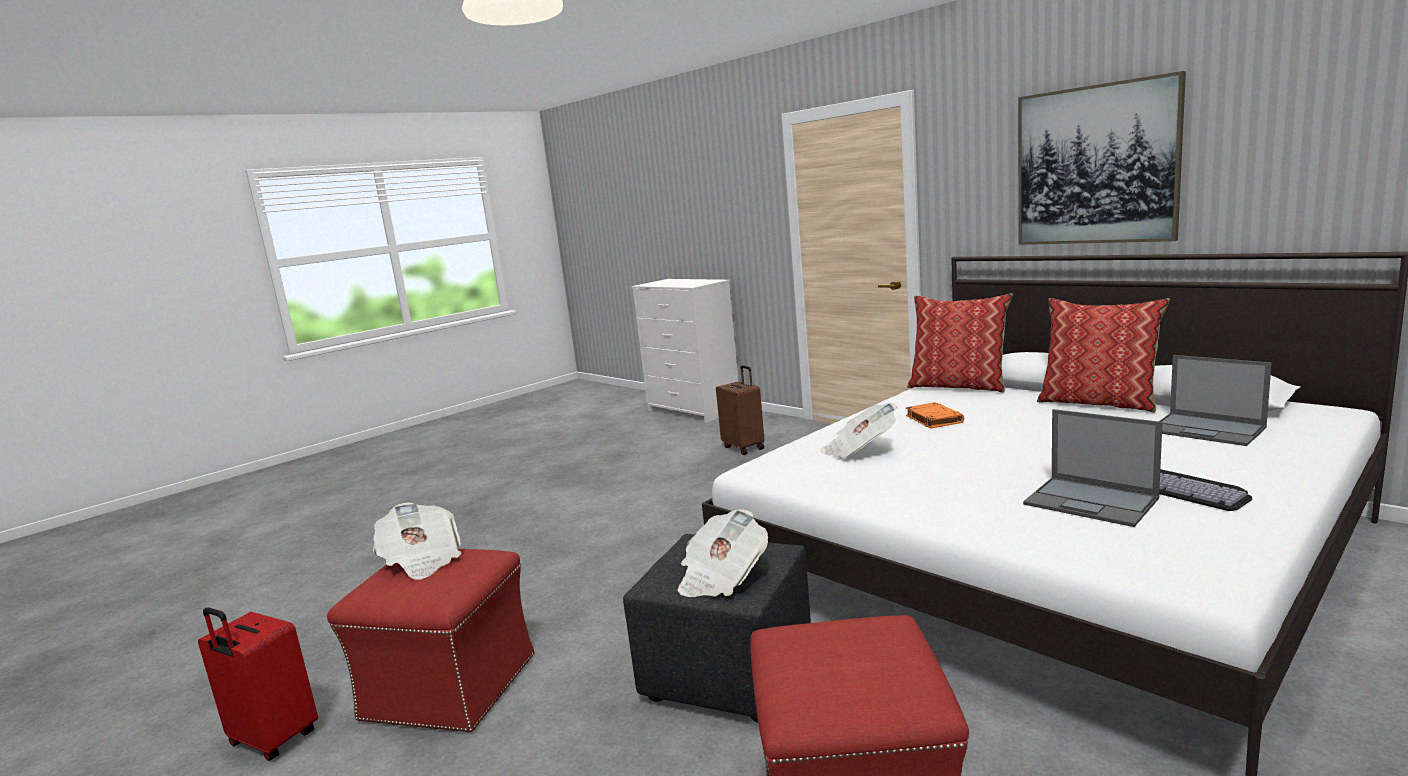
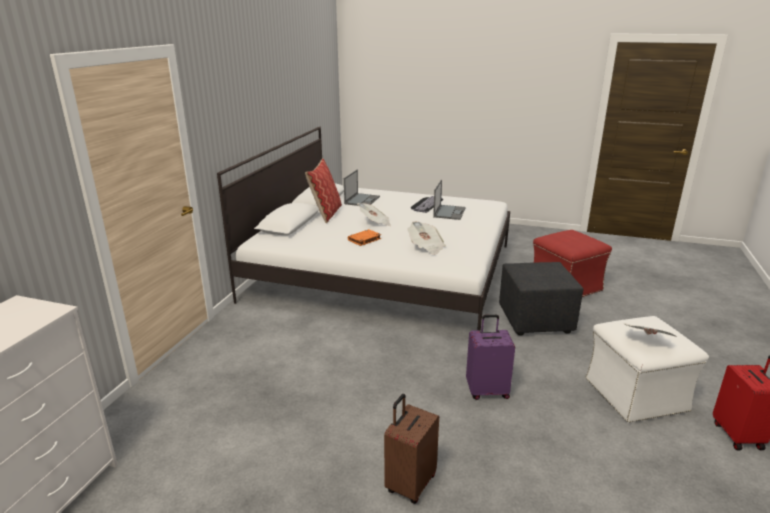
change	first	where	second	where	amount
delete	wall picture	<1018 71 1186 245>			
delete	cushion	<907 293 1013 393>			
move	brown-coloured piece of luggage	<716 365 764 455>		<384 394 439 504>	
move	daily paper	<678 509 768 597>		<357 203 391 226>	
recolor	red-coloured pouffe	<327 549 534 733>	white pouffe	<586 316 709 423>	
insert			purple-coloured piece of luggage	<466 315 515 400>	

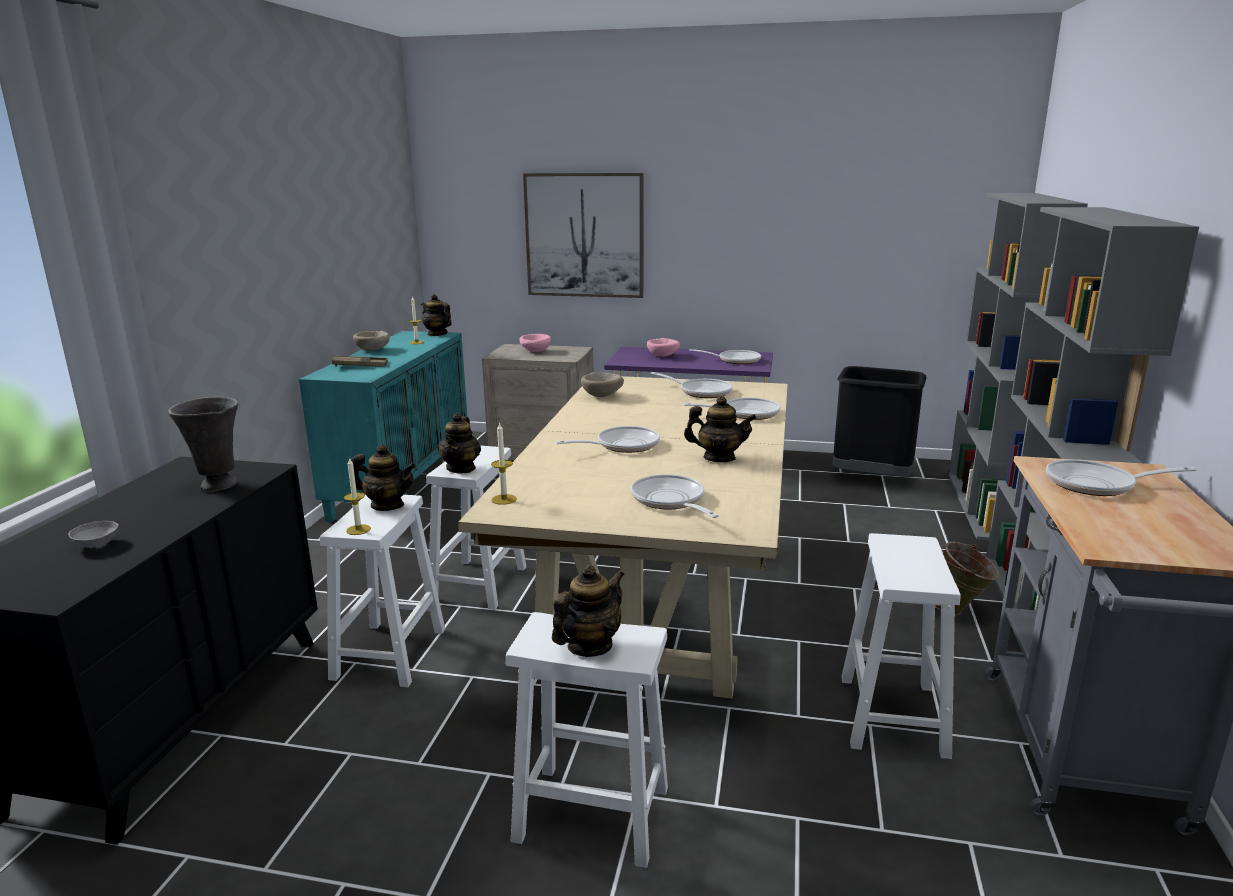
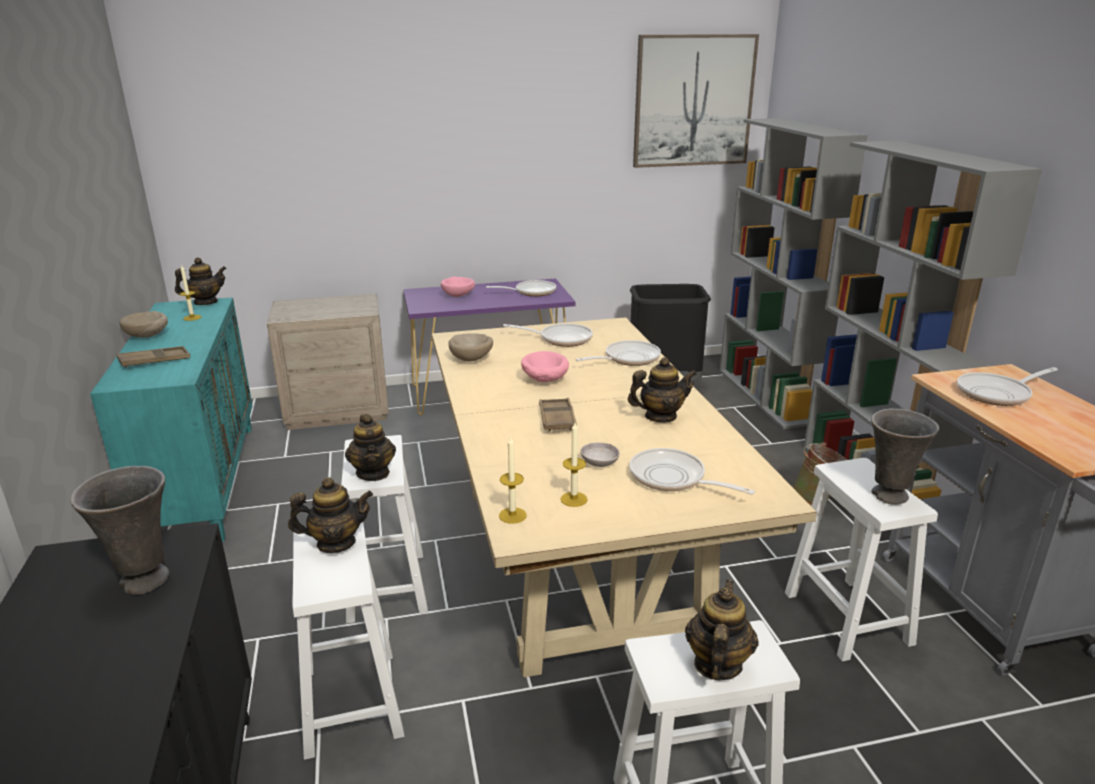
change	first	where	second	where	amount
move	wall picture	<523 173 644 298>		<633 34 759 168>	
rotate	teapot	<421 294 452 336>		<175 258 227 305>	135 degrees clockwise
move	pinkish bowl	<519 334 551 352>		<521 351 569 382>	
replace	skillet	<555 426 660 453>	brown-coloured carrying tray	<539 398 577 431>	
move	wax candle	<344 457 371 535>		<561 423 588 507>	
move	gray bowl	<68 521 119 548>		<580 443 620 467>	
insert			gray decorative vase	<871 409 939 505>	

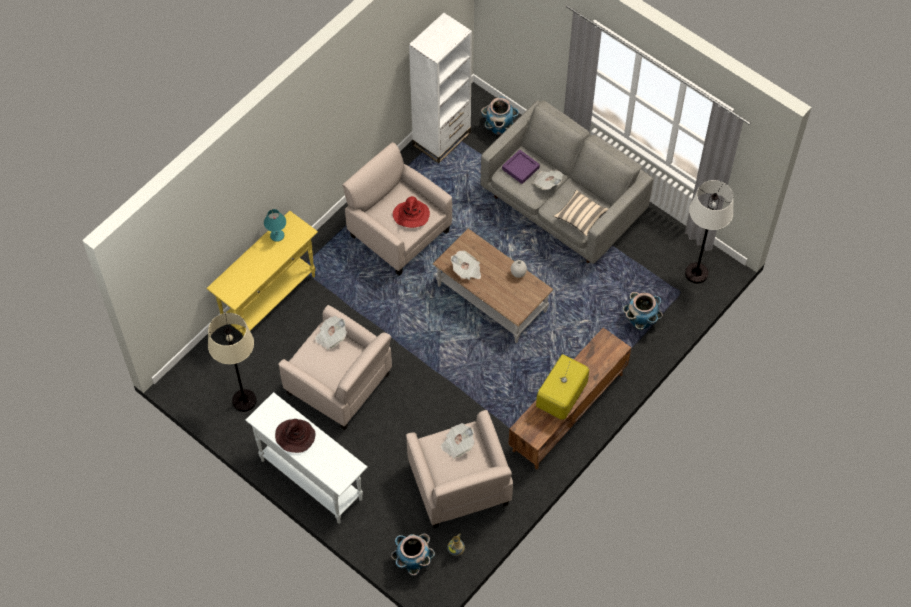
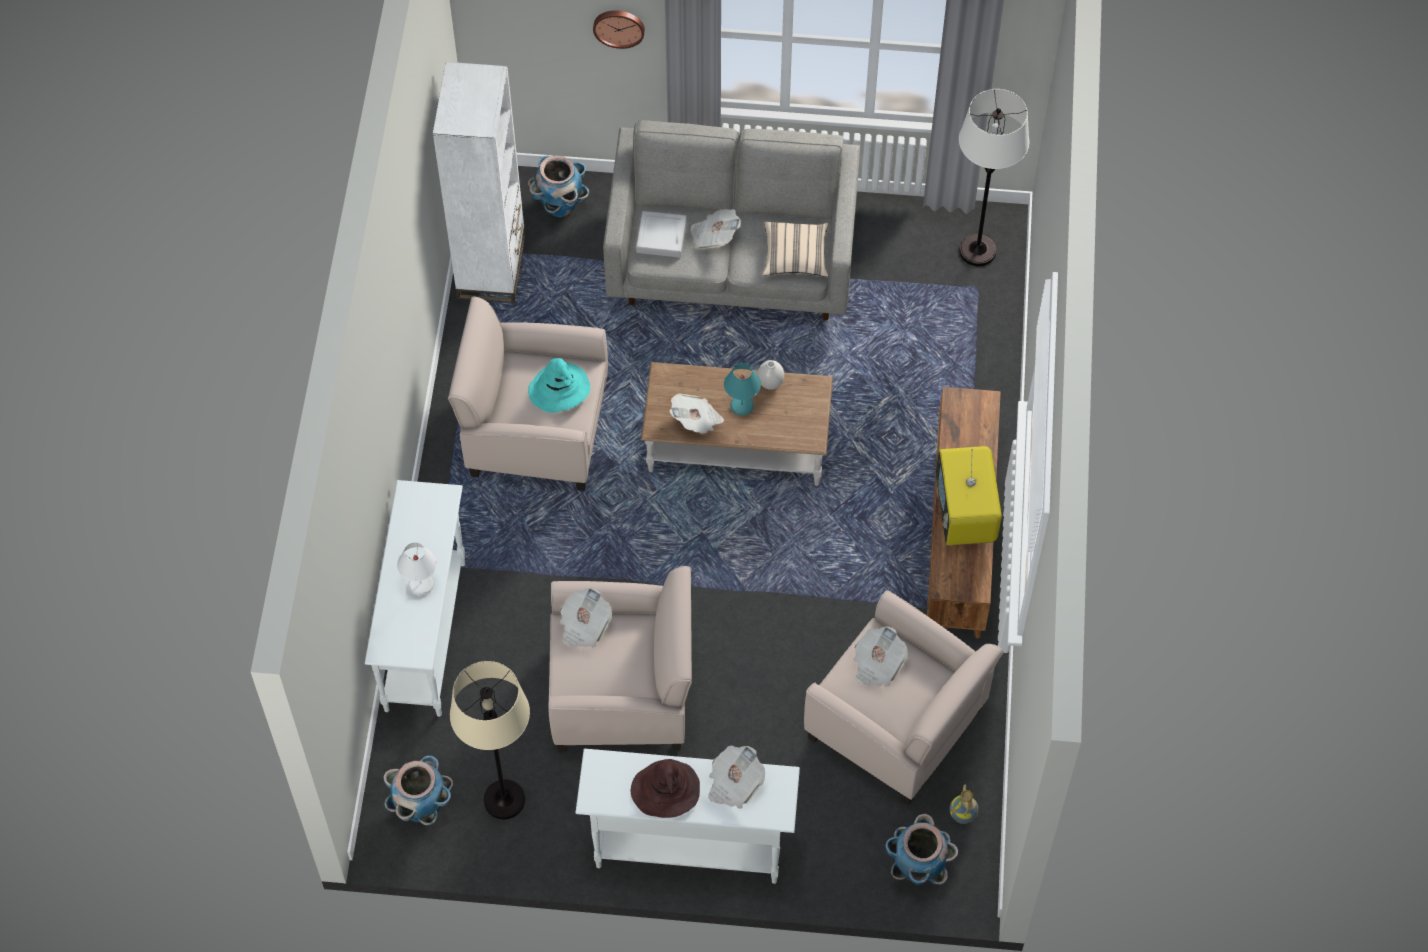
change	first	where	second	where	amount
recolor	purple-coloured carrying tray	<502 150 540 184>	gray carrying tray	<636 211 687 258>	
recolor	red-coloured clothing hat	<393 196 430 228>	turquoise-coloured clothing hat	<528 358 590 413>	
move	turquoise-coloured tabletop lamp	<264 209 286 242>		<724 363 761 416>	
recolor	yellow hall table	<206 211 318 337>	white hall table	<365 480 466 717>	
move	flower pot	<623 292 663 330>		<383 755 453 825>	
insert			clock on the wall	<593 11 645 49>	
insert			white tabletop lamp	<397 542 437 595>	
insert			daily paper	<708 745 765 809>	

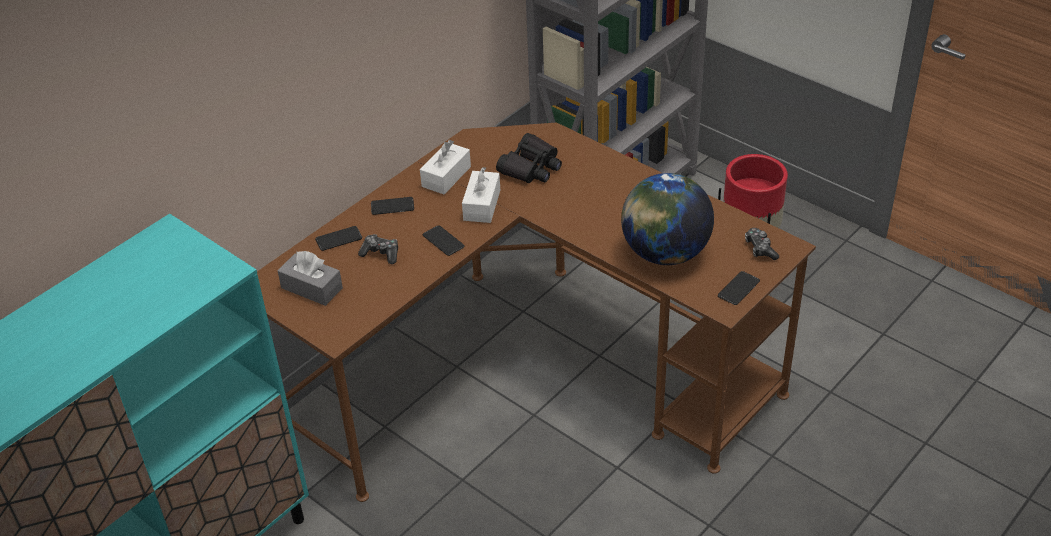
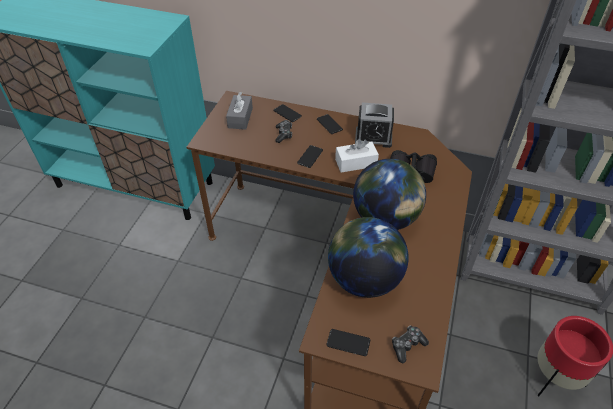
change	first	where	second	where	amount
replace	white tissue box	<420 140 471 194>	alarm clock	<355 103 394 148>	
insert			world globe	<353 159 426 230>	

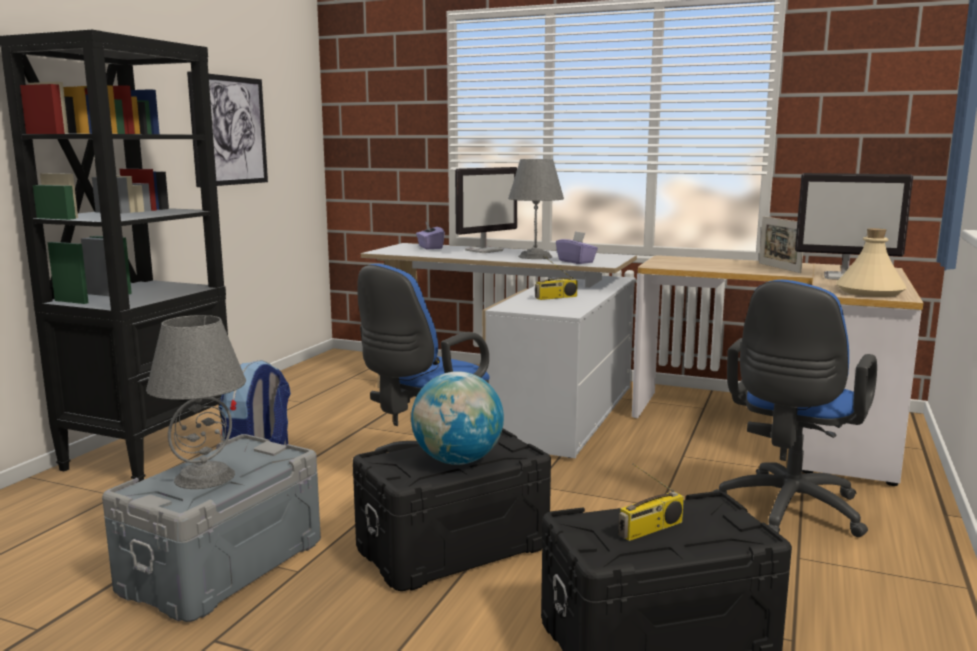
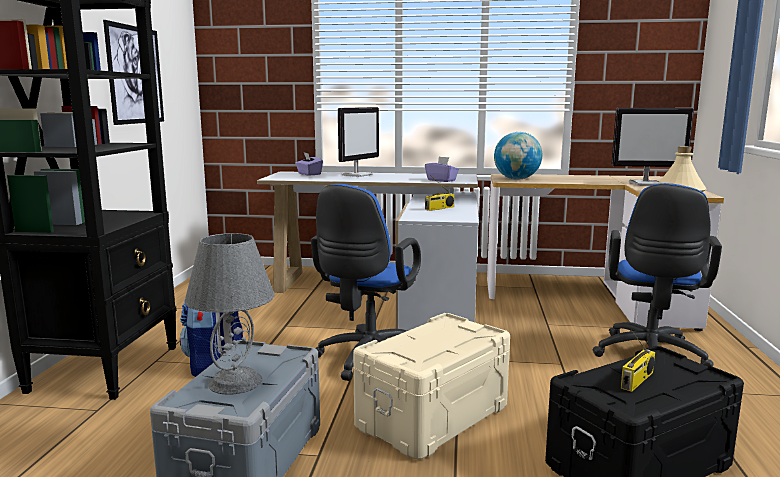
change	first	where	second	where	amount
delete	gray tabletop lamp	<508 159 564 259>			
delete	picture frame	<759 216 803 273>			
move	world globe	<411 371 504 465>		<494 132 542 180>	
recolor	black storage box	<353 429 551 591>	beige storage box	<353 313 510 459>	

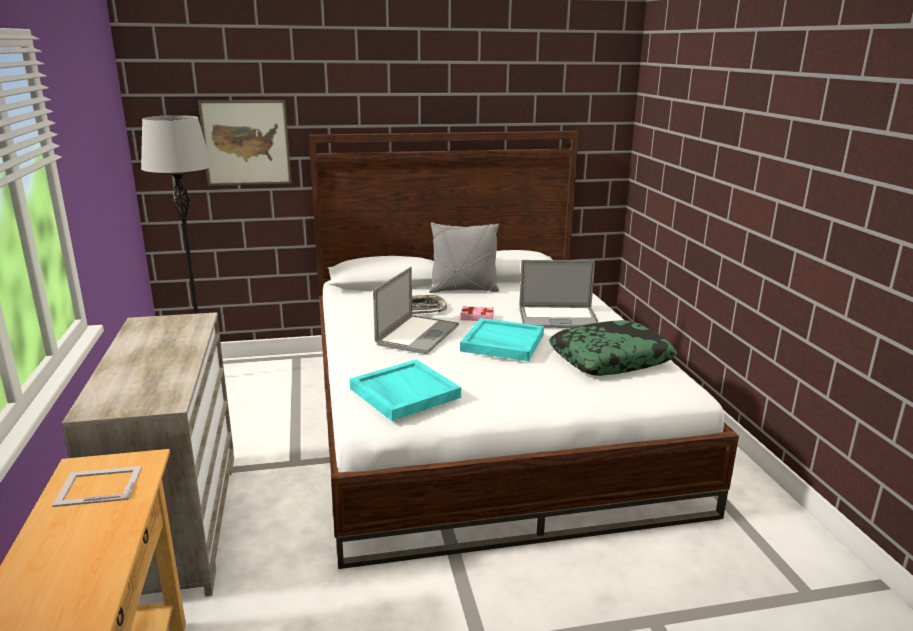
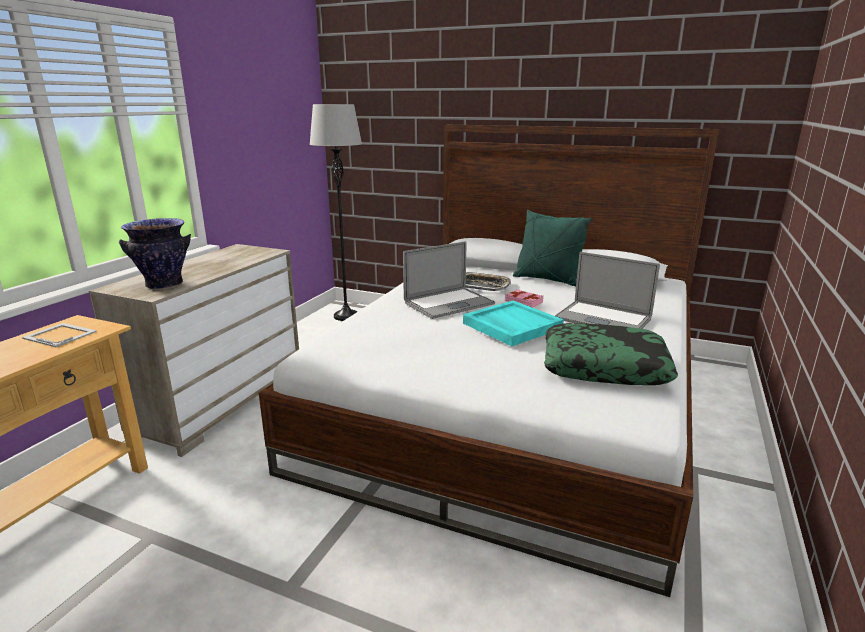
change	first	where	second	where	amount
delete	wall picture	<198 100 292 186>			
recolor	gray cushion	<429 222 499 293>	green-coloured cushion	<513 210 592 286>	
delete	turquoise-coloured carrying tray	<349 360 461 421>			
insert			decorative vase	<119 218 191 290>	

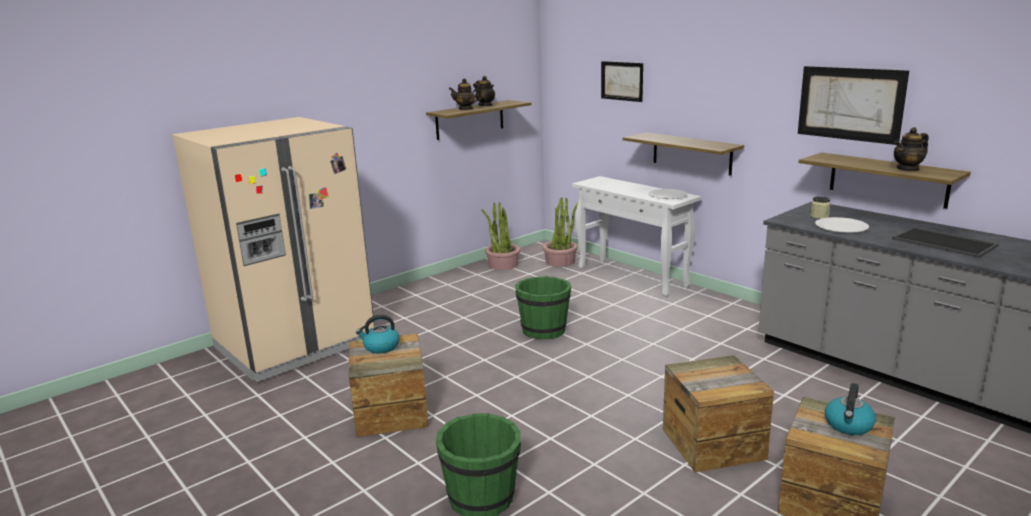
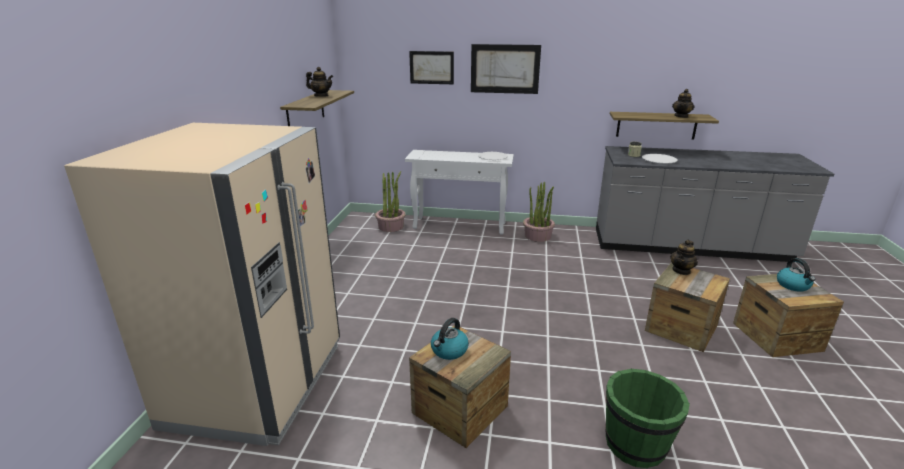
change	first	where	second	where	amount
move	wall picture	<798 66 909 145>		<471 44 541 94>	
move	teapot	<449 78 482 110>		<670 240 698 275>	
delete	bracket shelf	<623 132 744 176>			
move	potted plant	<482 202 520 270>		<523 182 555 242>	
delete	carrying tray	<892 227 999 258>			
delete	green-coloured water bucket	<515 276 571 339>			

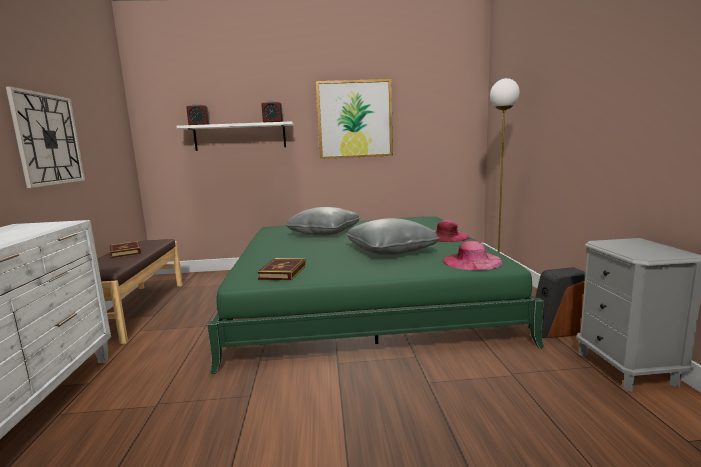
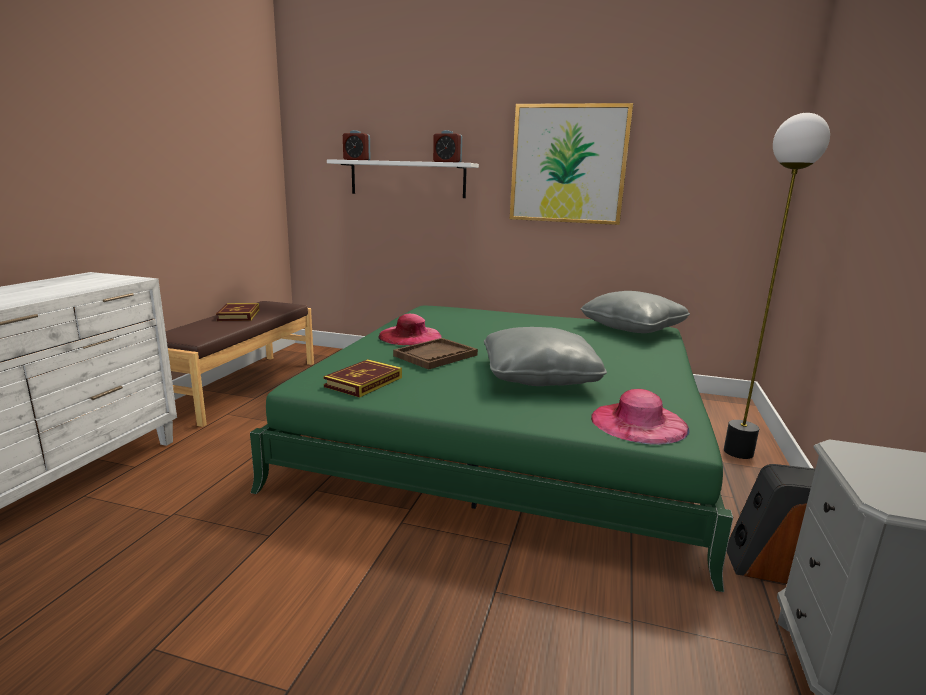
change	first	where	second	where	amount
delete	clock on the wall	<6 86 85 188>			
move	gray cushion	<285 207 360 235>		<580 291 690 333>	
move	pinkish clothing hat	<434 220 470 242>		<379 313 442 345>	
insert			brown-coloured carrying tray	<393 338 478 370>	

